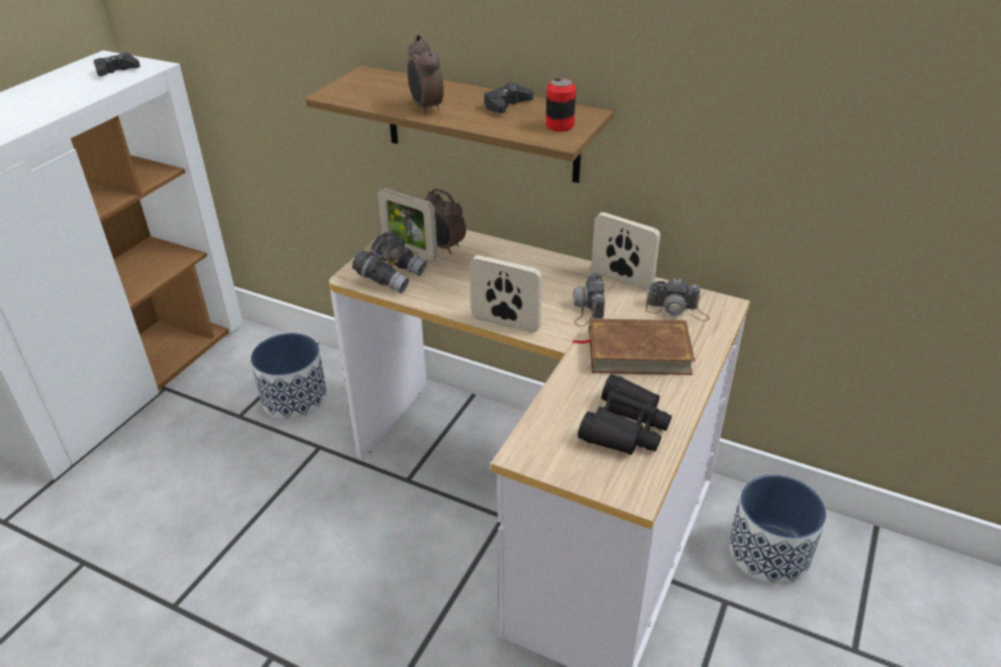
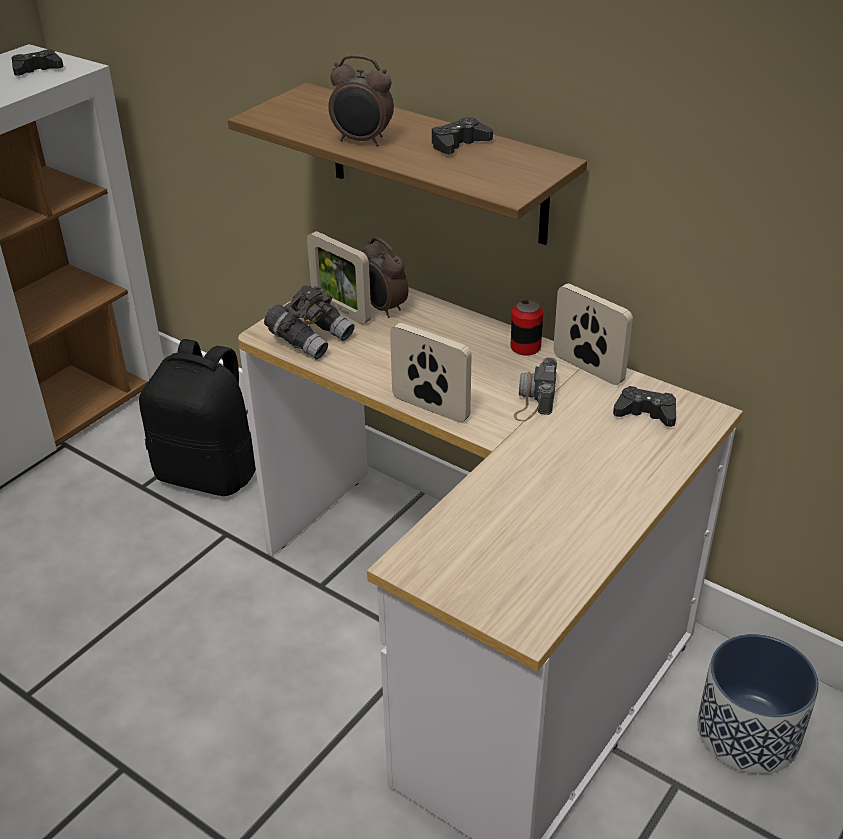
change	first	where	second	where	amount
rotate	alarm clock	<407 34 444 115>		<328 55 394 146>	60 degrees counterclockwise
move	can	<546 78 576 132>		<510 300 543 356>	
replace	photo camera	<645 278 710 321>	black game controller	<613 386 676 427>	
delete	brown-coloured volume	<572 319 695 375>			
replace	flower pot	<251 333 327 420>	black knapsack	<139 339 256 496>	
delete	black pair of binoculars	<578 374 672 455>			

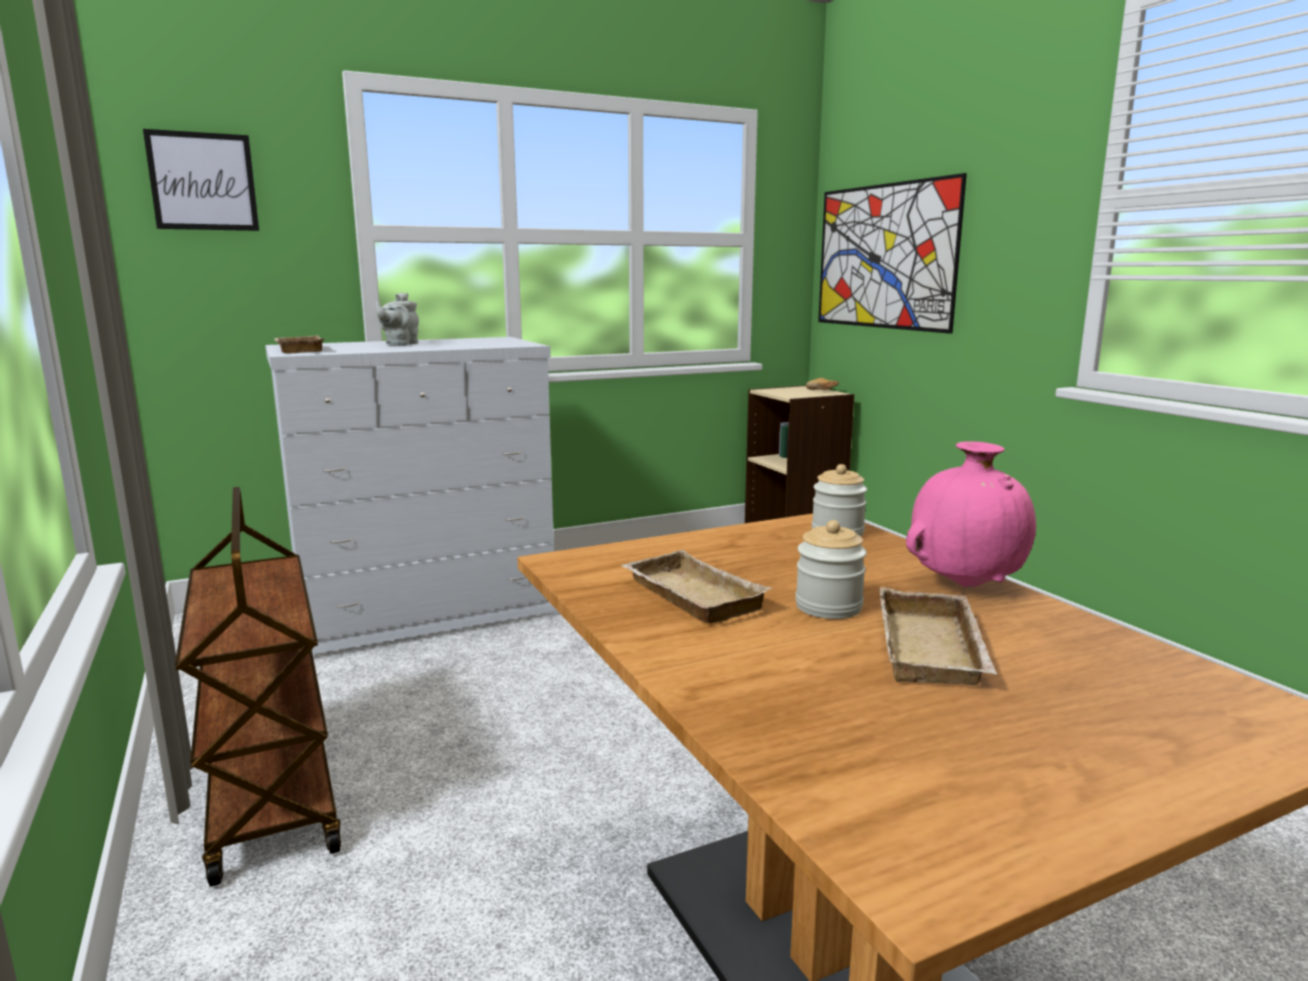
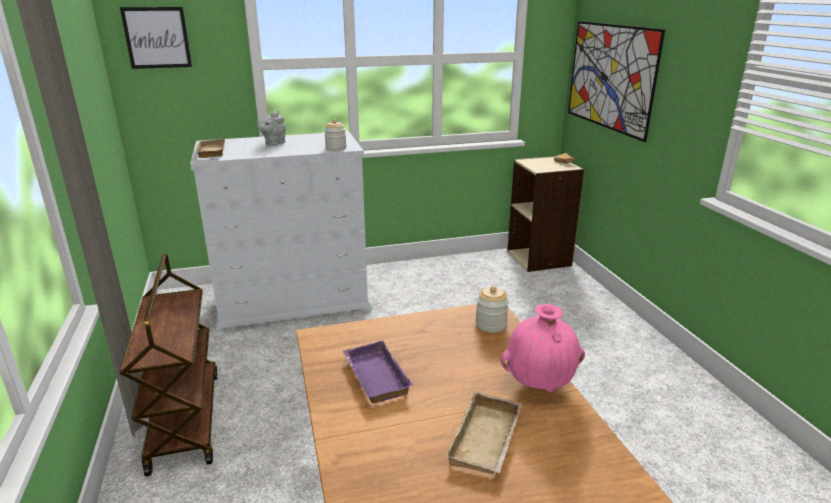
change	first	where	second	where	amount
move	jar	<795 520 867 619>		<324 120 346 151>	
recolor	beige carrying tray	<621 550 773 624>	purple-coloured carrying tray	<343 340 413 403>	

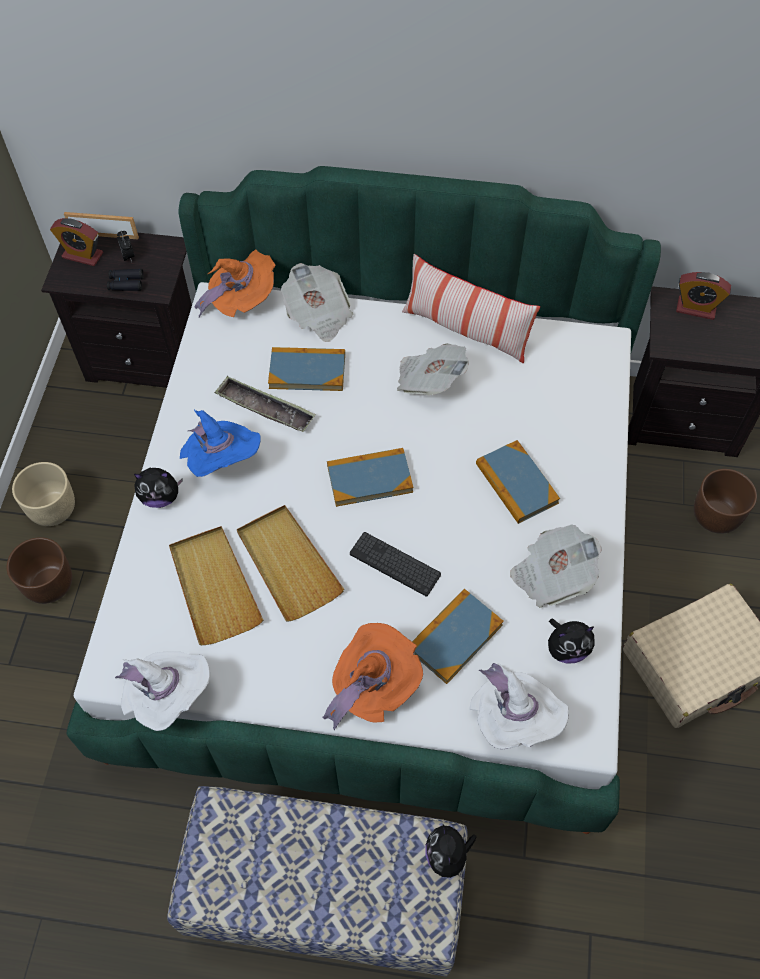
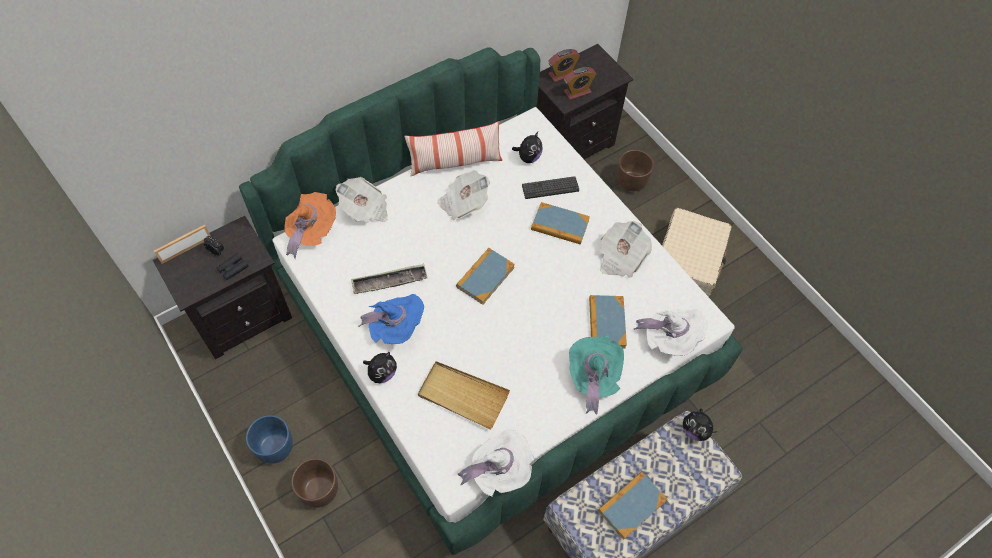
change	first	where	second	where	amount
move	alarm clock	<50 218 103 266>		<564 67 596 100>	
move	volume	<268 347 345 391>		<598 472 667 540>	
recolor	beige flower pot	<12 462 75 526>	blue-coloured flower pot	<246 415 293 464>	
delete	beige carrying tray	<237 505 344 622>			
move	PC keyboard	<350 532 441 596>		<522 176 579 199>	
move	cuddly toy	<548 619 595 664>		<512 132 543 163>	
recolor	orangey clothing hat	<322 623 423 730>	turquoise-coloured clothing hat	<569 336 624 414>	

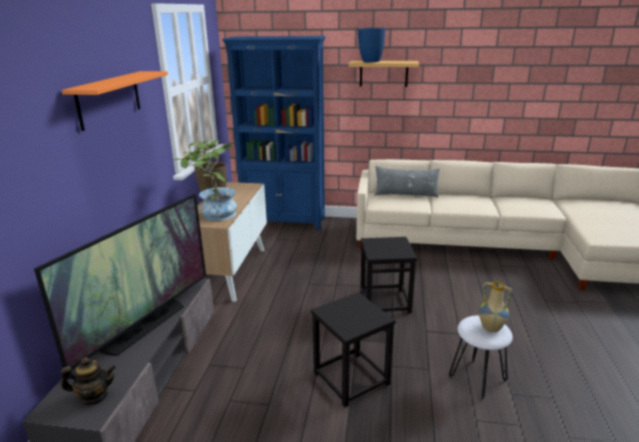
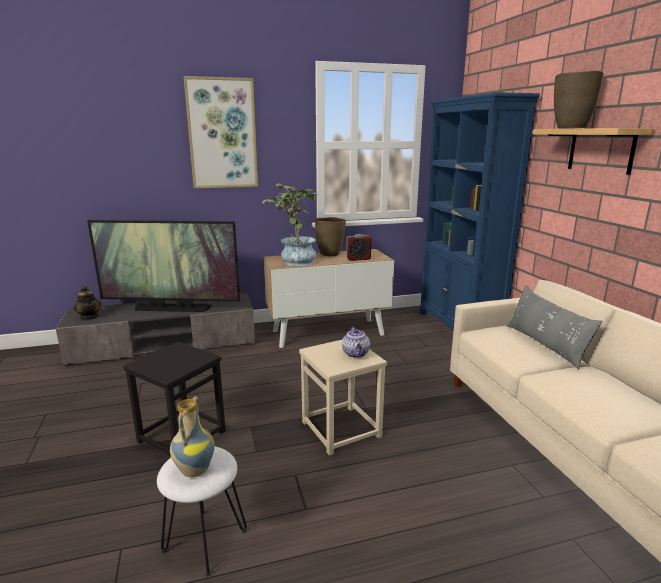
change	first	where	second	where	amount
recolor	blue-coloured decorative vase	<358 27 385 62>	brown-coloured decorative vase	<554 71 604 129>	
replace	orangey bracket shelf	<62 71 168 131>	wall picture	<184 76 258 188>	
recolor	black stool seat	<360 237 417 314>	beige stool seat	<299 339 387 455>	
insert			alarm clock	<347 234 372 261>	
insert			teapot	<342 327 370 358>	

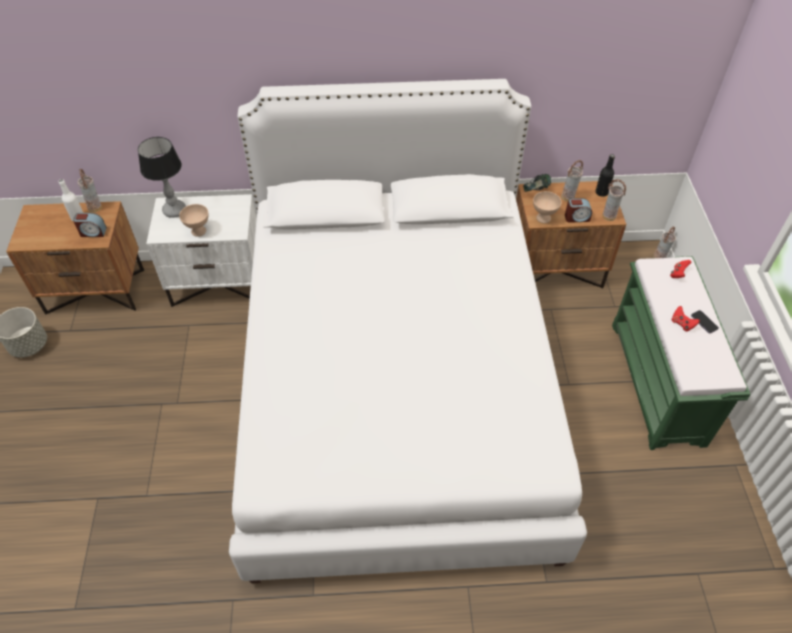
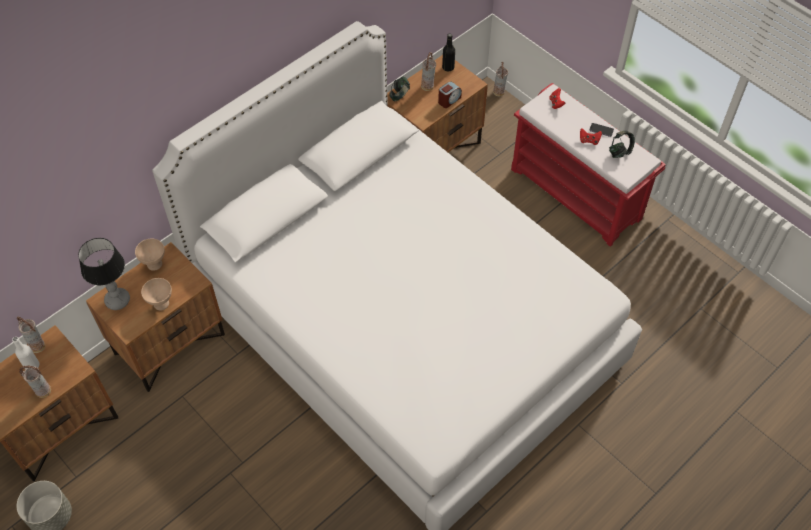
change	first	where	second	where	amount
move	decorative vase	<602 179 626 221>		<19 365 51 398>	
move	beige bowl	<533 191 562 223>		<135 238 165 271>	
recolor	white bedside table	<146 194 257 307>	brown-coloured bedside table	<86 242 225 392>	
delete	alarm clock	<73 213 107 237>			
recolor	green-coloured indoor bench	<612 256 751 450>	red-coloured indoor bench	<511 83 666 247>	
insert			headset	<609 131 635 158>	

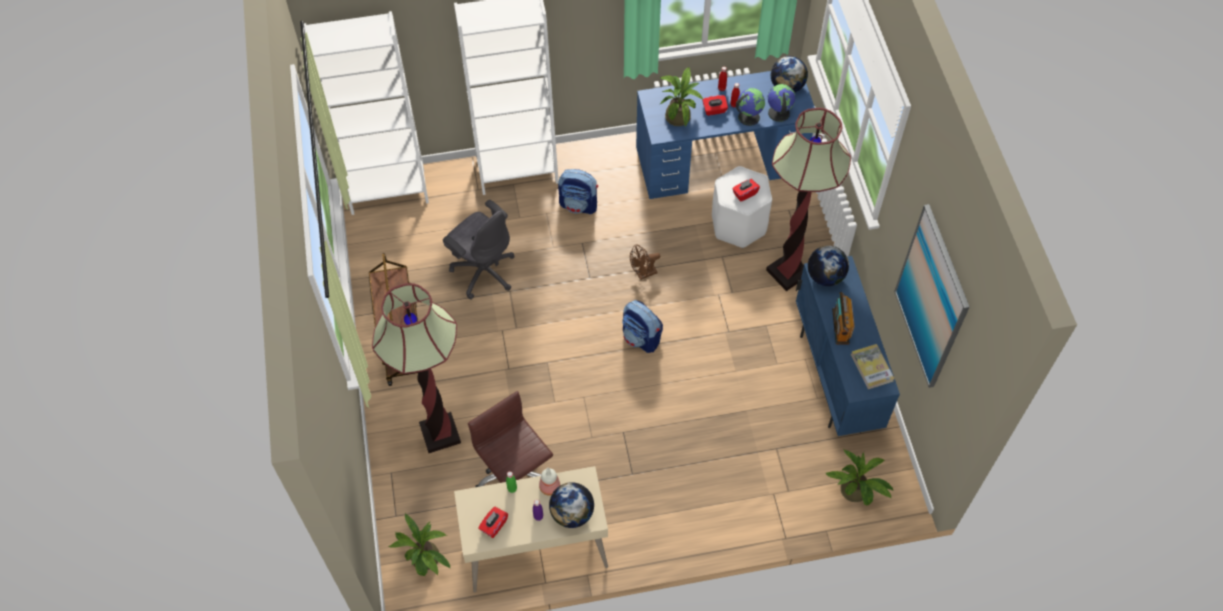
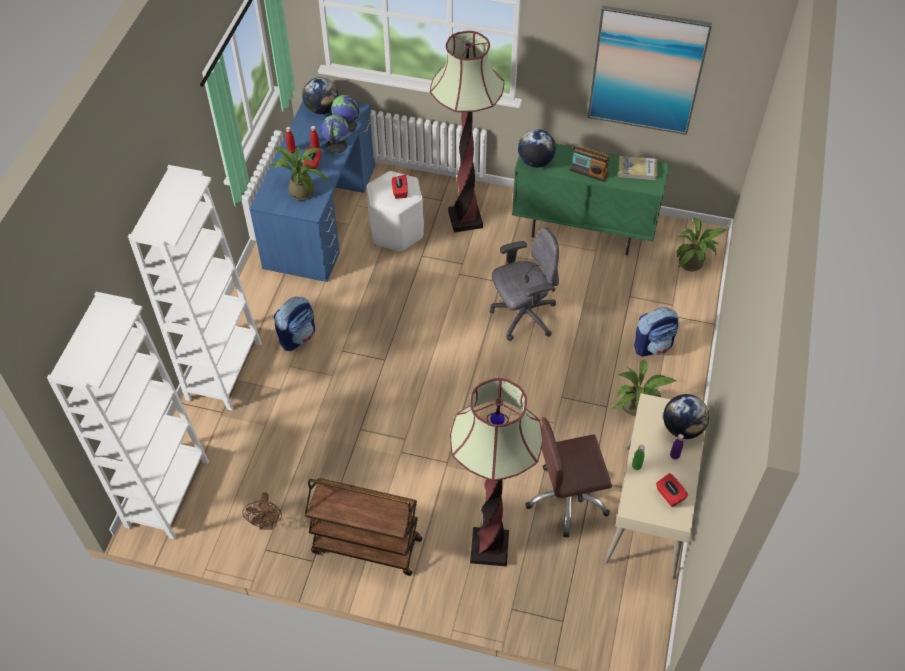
change	first	where	second	where	amount
move	gray office chair	<443 200 515 299>		<490 227 559 341>	
move	brown-coloured electric fan	<630 244 660 280>		<242 492 282 530>	
recolor	blue-coloured cabinet	<796 256 900 436>	green-coloured cabinet	<512 144 669 255>	
move	knapsack	<622 300 663 353>		<634 307 679 356>	
delete	drink bottle	<539 468 560 496>			
move	potted plant	<389 512 450 576>		<612 360 676 416>	

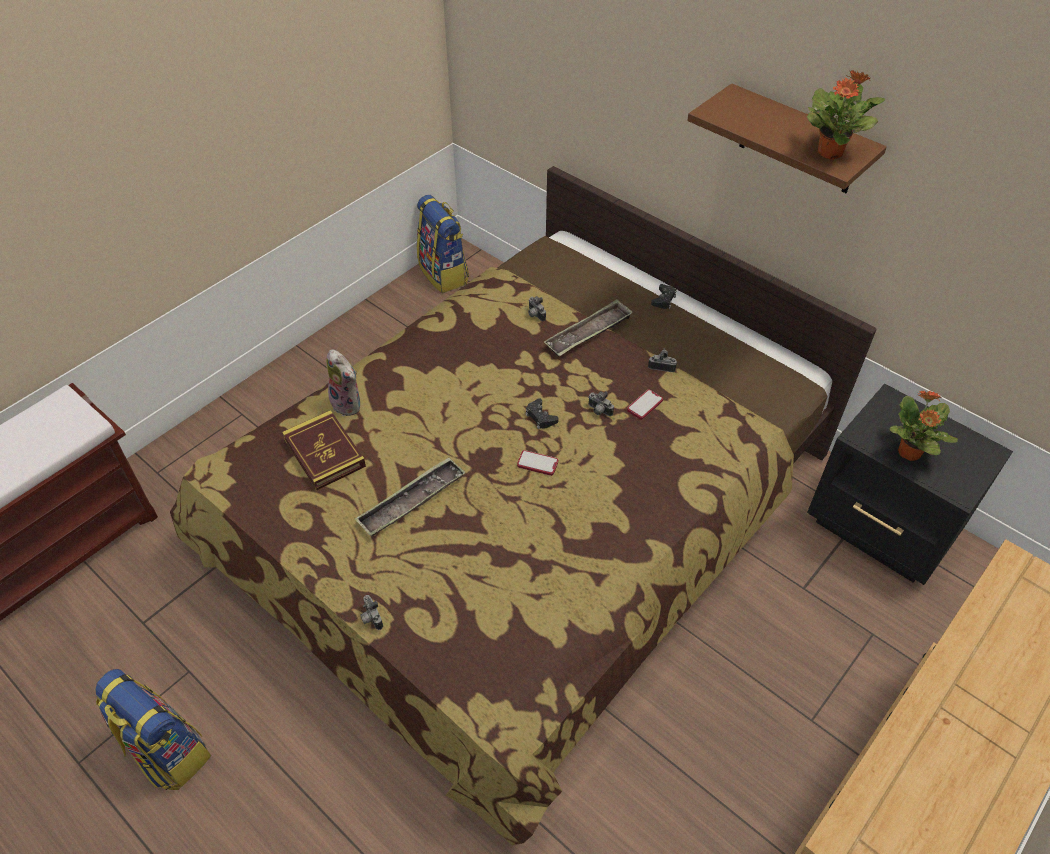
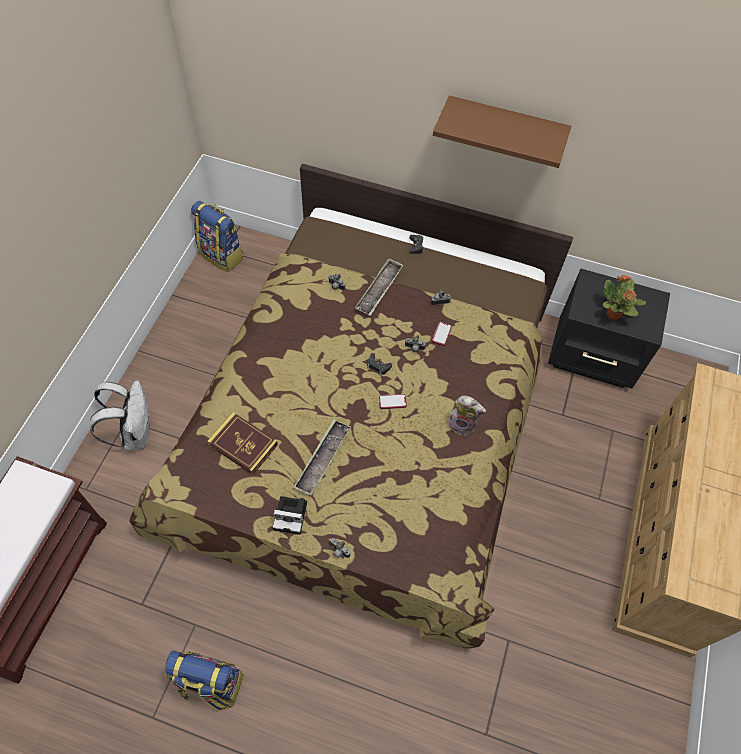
change	first	where	second	where	amount
delete	potted plant	<807 70 885 160>			
move	cuddly toy	<326 349 360 417>		<448 396 486 436>	
insert			white knapsack	<90 380 150 450>	
insert			photo camera	<272 496 307 535>	

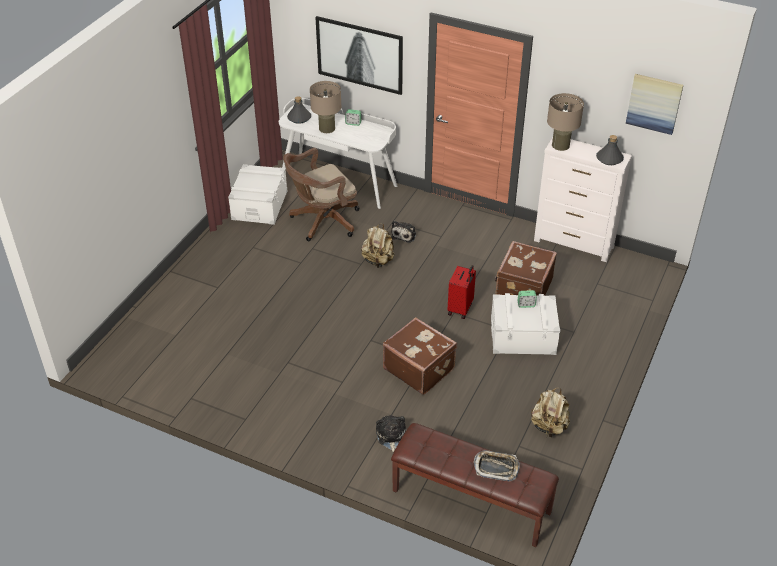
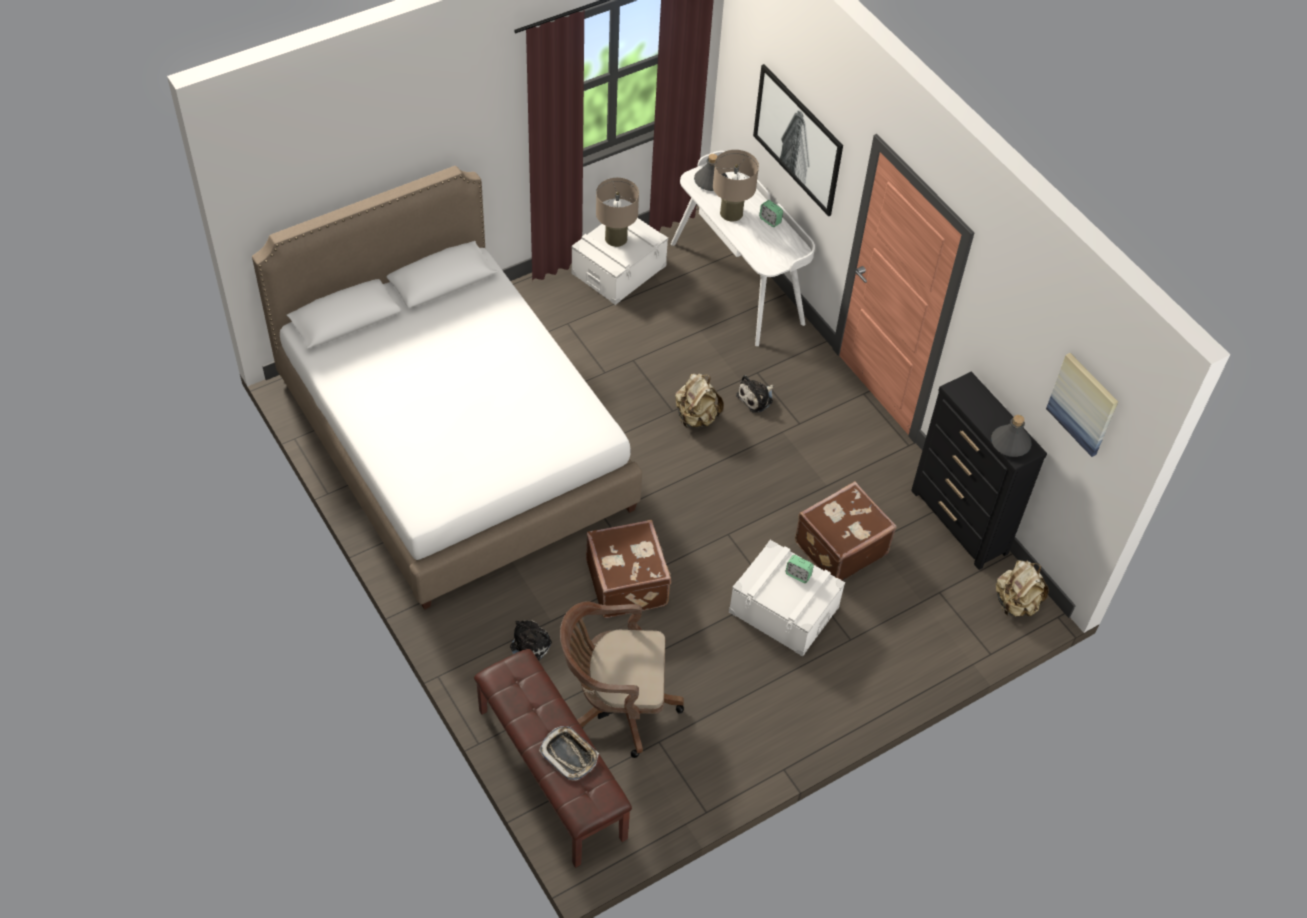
change	first	where	second	where	amount
move	beige tabletop lamp	<547 93 584 151>		<596 178 639 247>	
recolor	white drawer chest	<534 137 632 262>	black drawer chest	<911 372 1047 570>	
move	brown-coloured office chair	<283 148 360 241>		<560 601 684 758>	
delete	red-coloured piece of luggage	<447 265 476 319>			
move	beige knapsack	<531 388 570 437>		<996 560 1049 617>	
insert			white bed	<252 166 642 610>	

